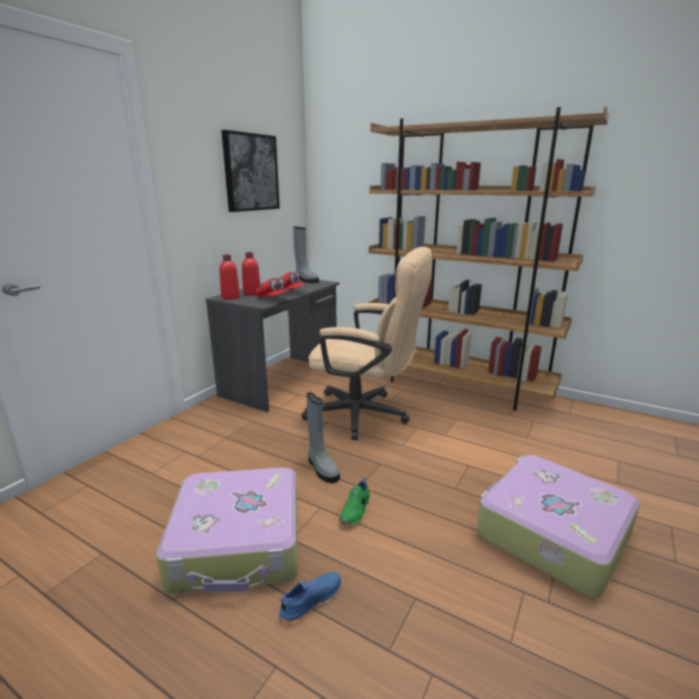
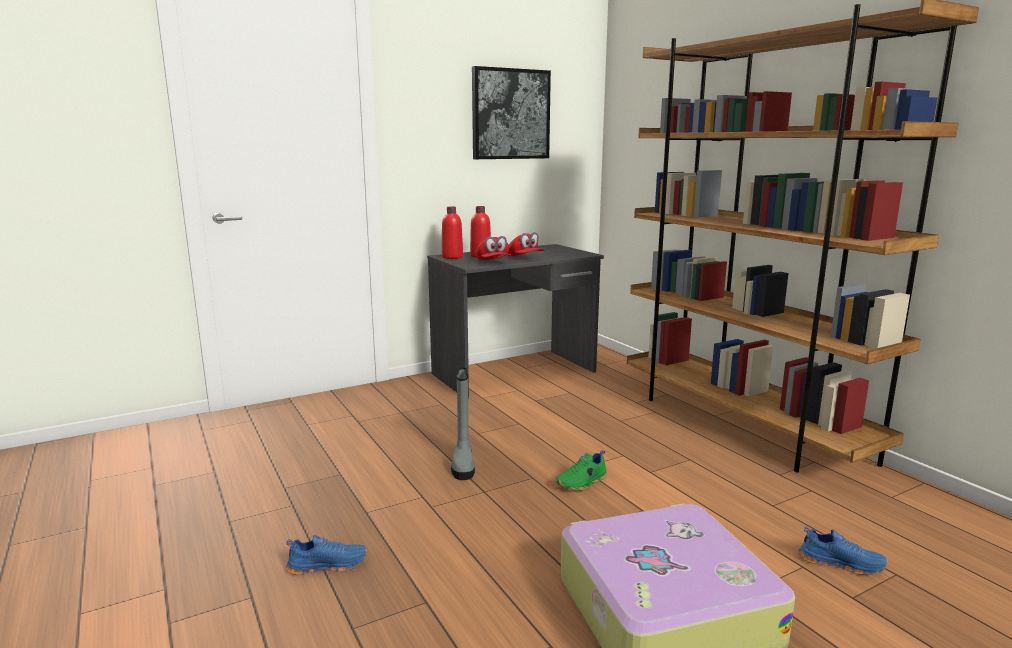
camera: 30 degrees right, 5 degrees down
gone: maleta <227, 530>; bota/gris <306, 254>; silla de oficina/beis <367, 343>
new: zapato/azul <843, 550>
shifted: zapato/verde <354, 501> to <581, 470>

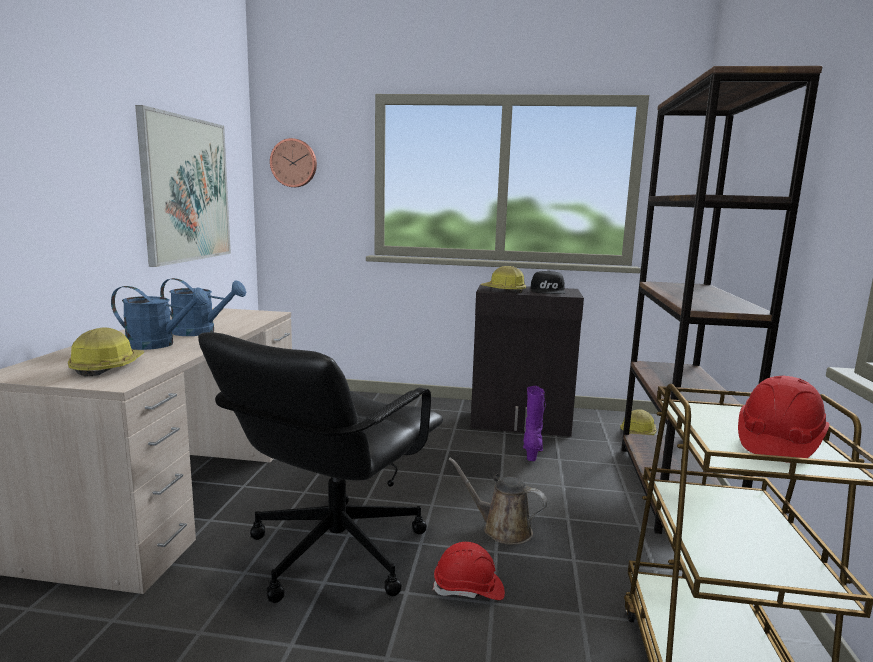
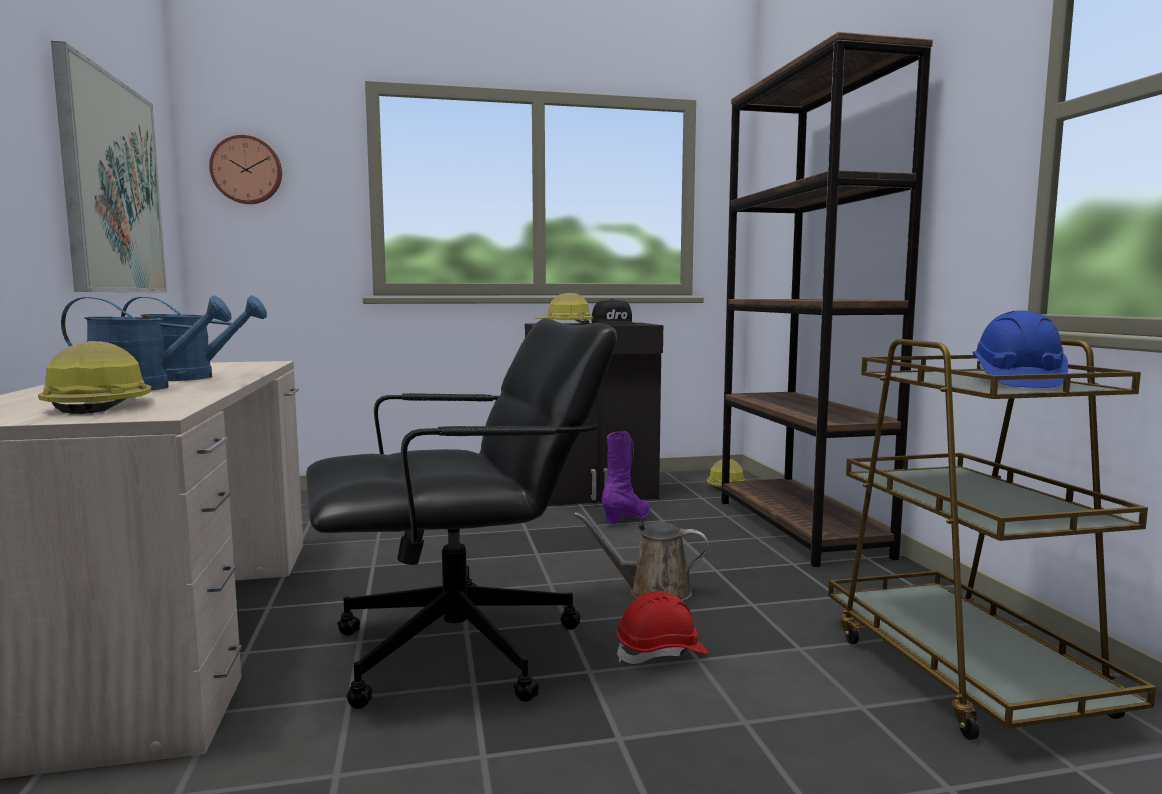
camera: 20 degrees left, 5 degrees down
repainted: casco/rojo <784, 419> to casco/azul <1020, 349>
rotated: silla de oficina/negro <320, 467> = <461, 513> 120 degrees counterclockwise; bota/morado <534, 423> = <626, 477> 45 degrees clockwise

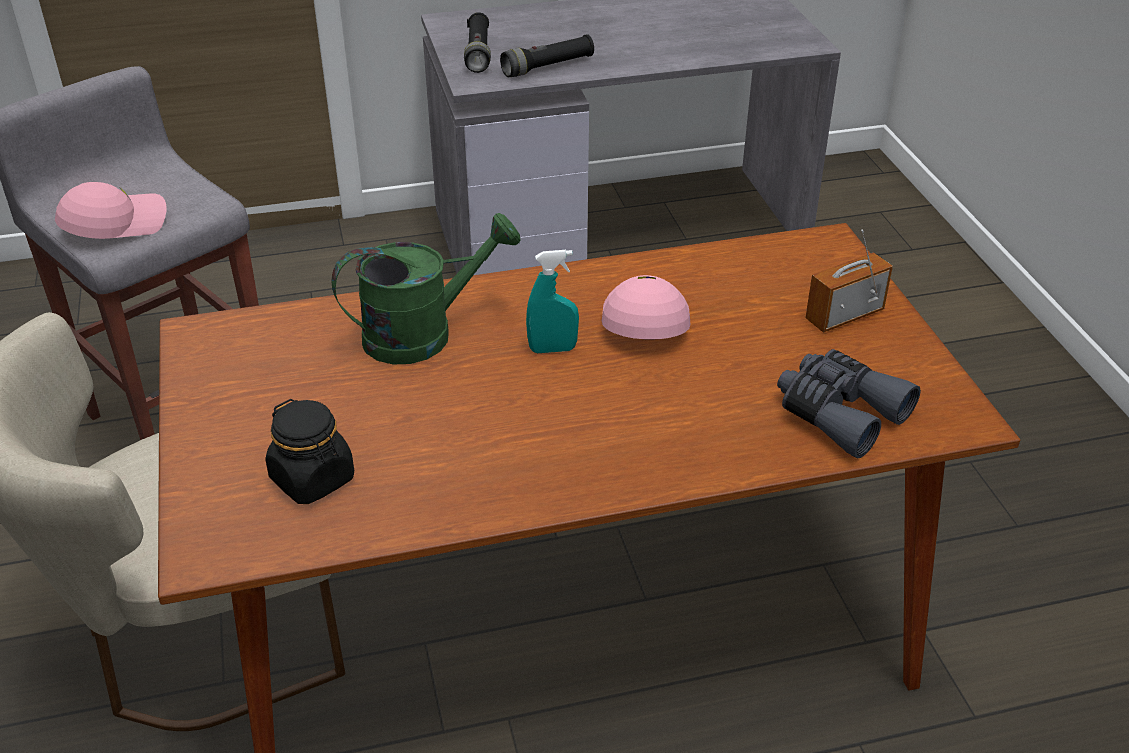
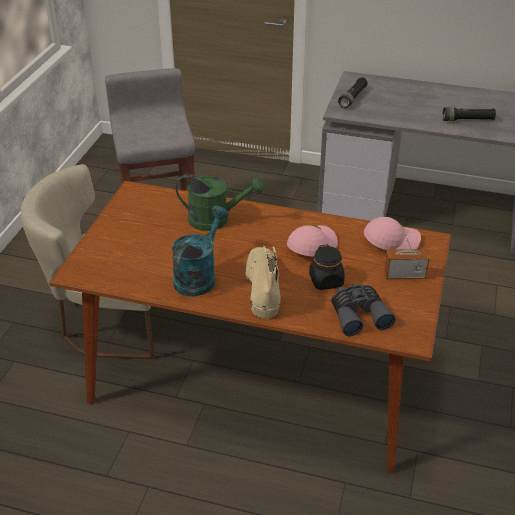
camera: 30 degrees right, 0 degrees up
gone: pulverizador/turquesa <552, 301>
new: regadera/turquesa <200, 251>; bota/beis <263, 282>
shifted: gorra/rosa <110, 210> to <392, 233>; tarro/negro <310, 451> to <327, 267>; linterna/negro <547, 55> to <469, 114>

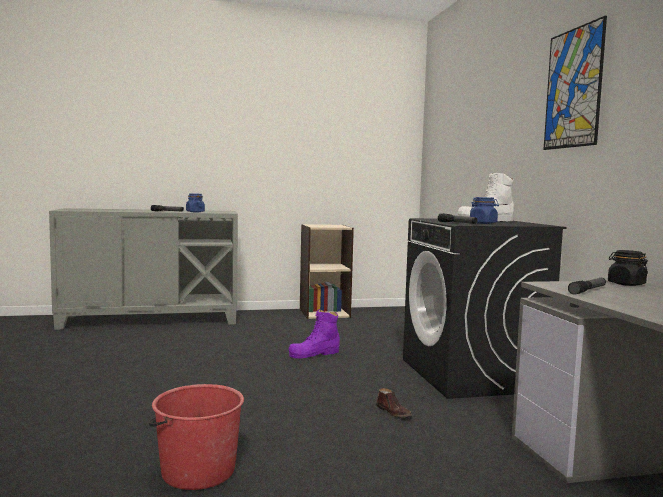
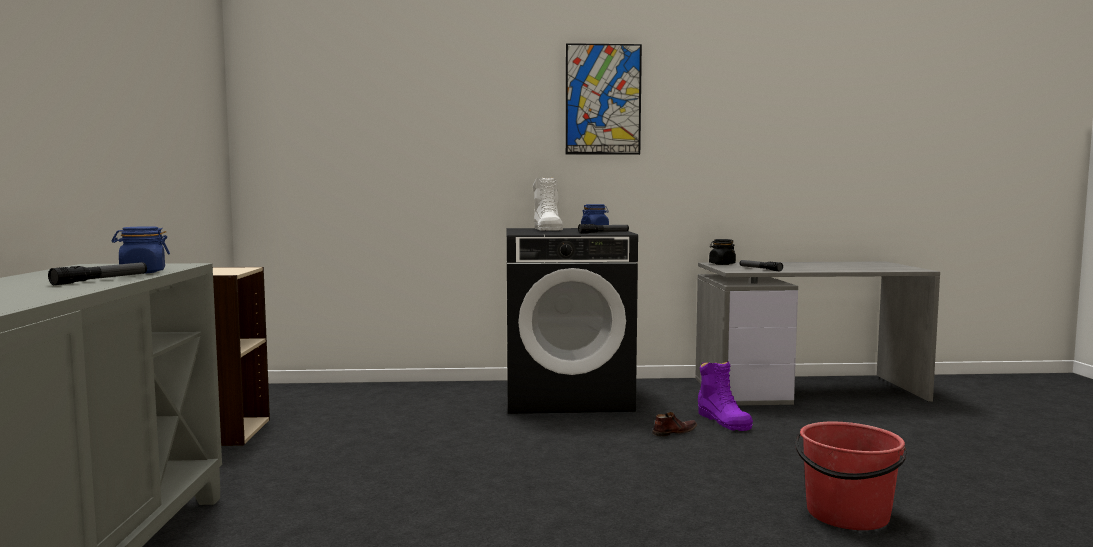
camera: 80 degrees left, 0 degrees up
shifted: bota/morado <314, 334> to <725, 396>

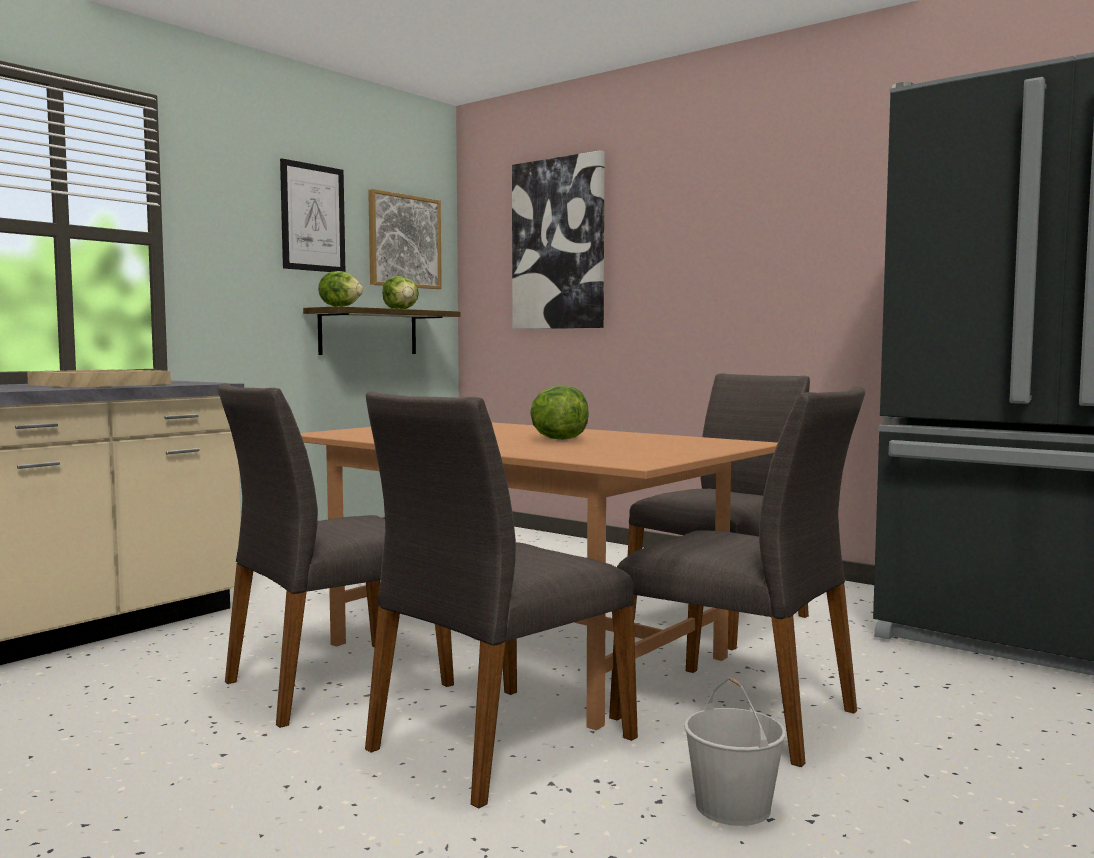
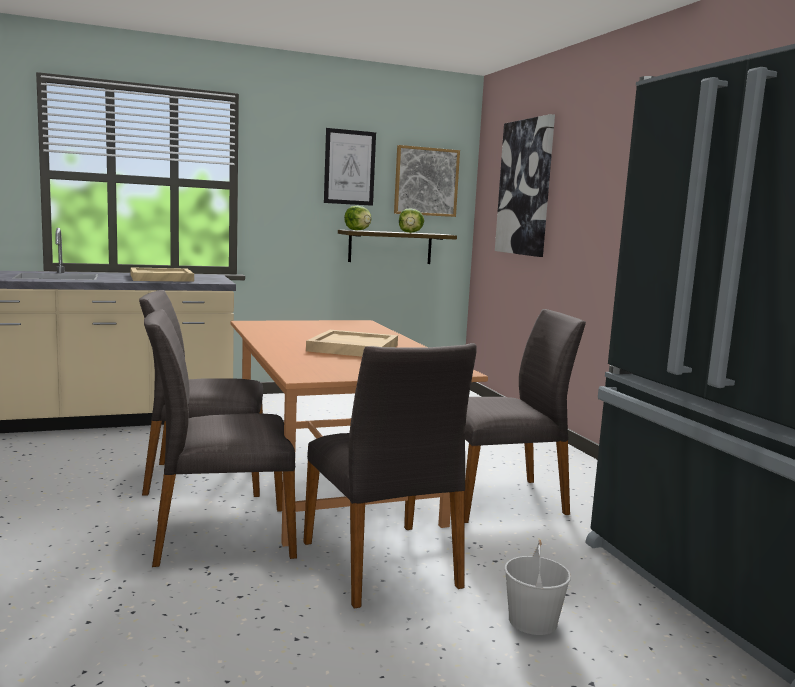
camera: 30 degrees right, 5 degrees up
shifted: cubo/blanco <735, 752> to <538, 587>
swapped: lechuga <559, 412> to bandeja/beis <352, 343>

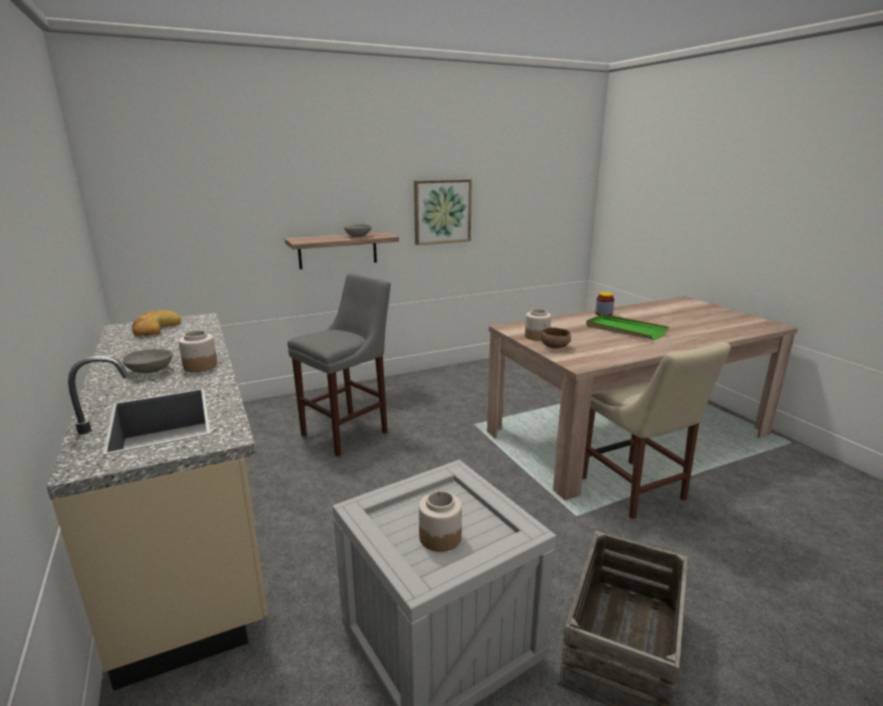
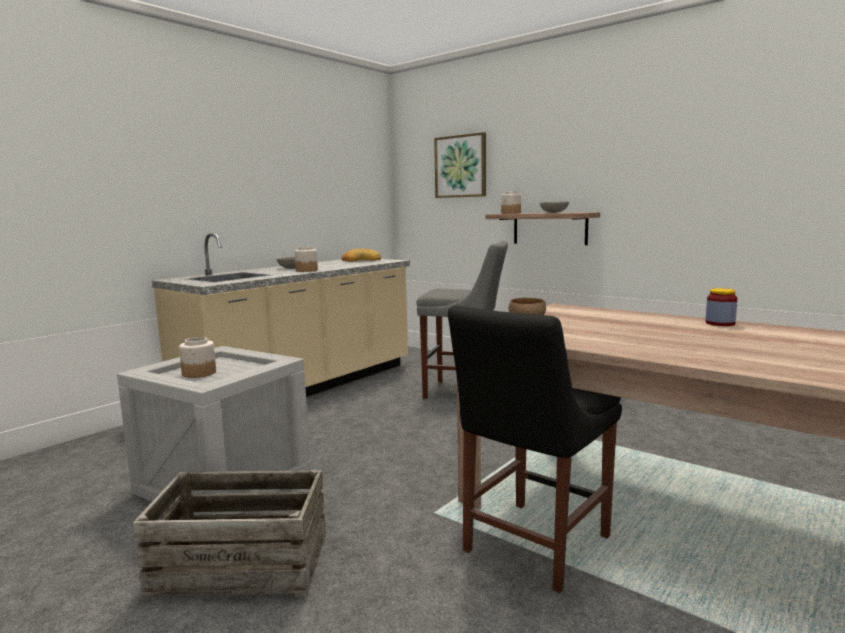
camera: 65 degrees right, 10 degrees down
gone: bandeja/verde <627, 327>
shifted: cuadro <443, 212> to <460, 165>; tarro <538, 325> to <511, 202>
repainted: silla/beis <656, 430> to silla/negro <535, 449>

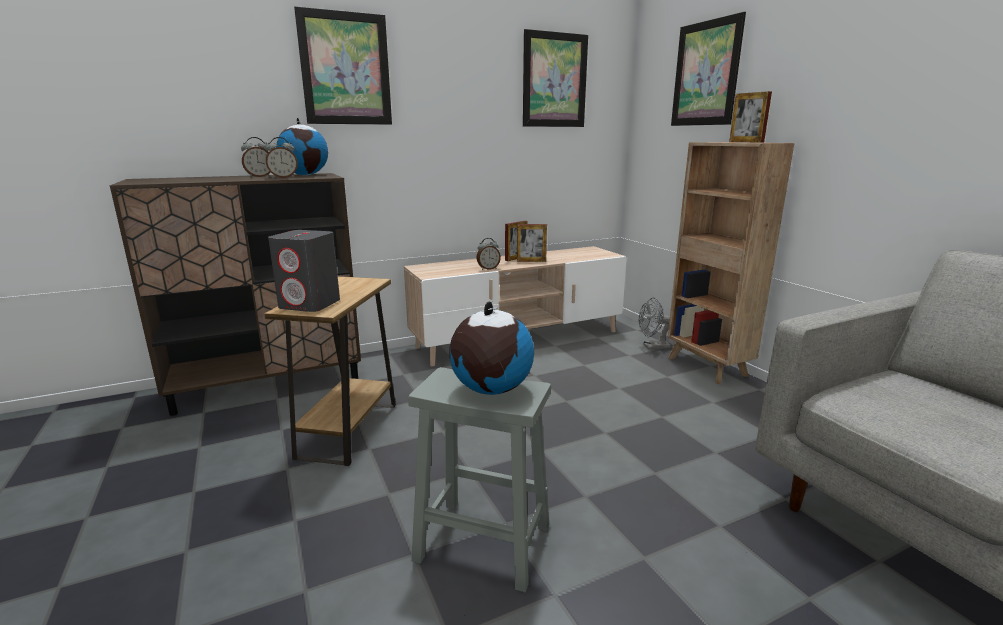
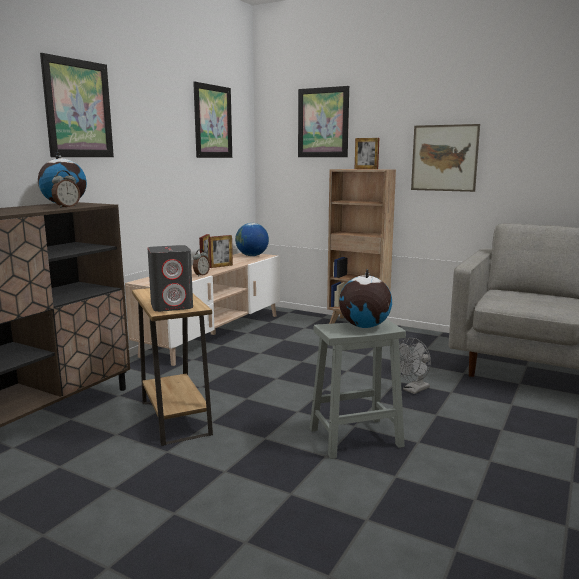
camera: 35 degrees left, 5 degrees down
gone: despertador <255, 157>
new: globo terráqueo <252, 239>; cuadro <445, 158>
shifted: ventilador/gris <655, 323> to <415, 366>

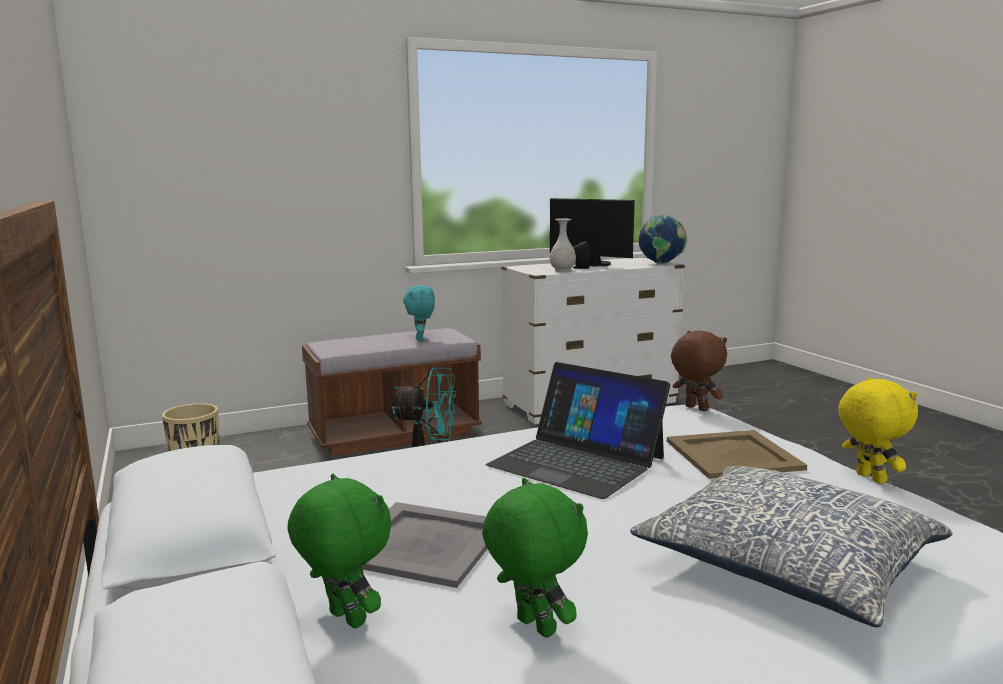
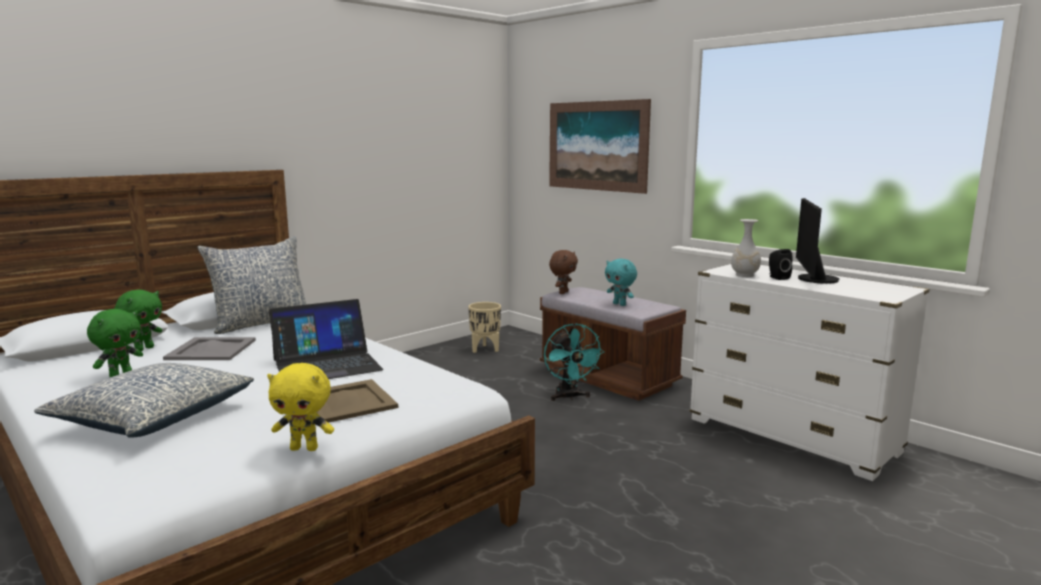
camera: 70 degrees right, 0 degrees up
gone: globo terráqueo <663, 239>
new: cojín <252, 285>; cuadro <600, 146>
shifted: peluche/marrón <699, 371> to <563, 272>
rotated: peluche/turquesa <419, 313> = <621, 282> 105 degrees counterclockwise; portátil <578, 430> = <326, 339> 135 degrees counterclockwise; peluche/amarillo <878, 430> = <300, 407> 45 degrees clockwise

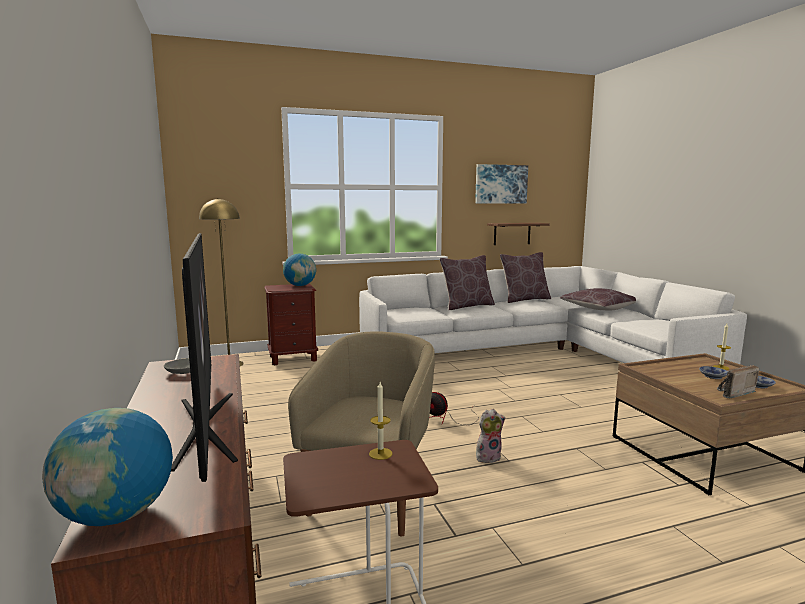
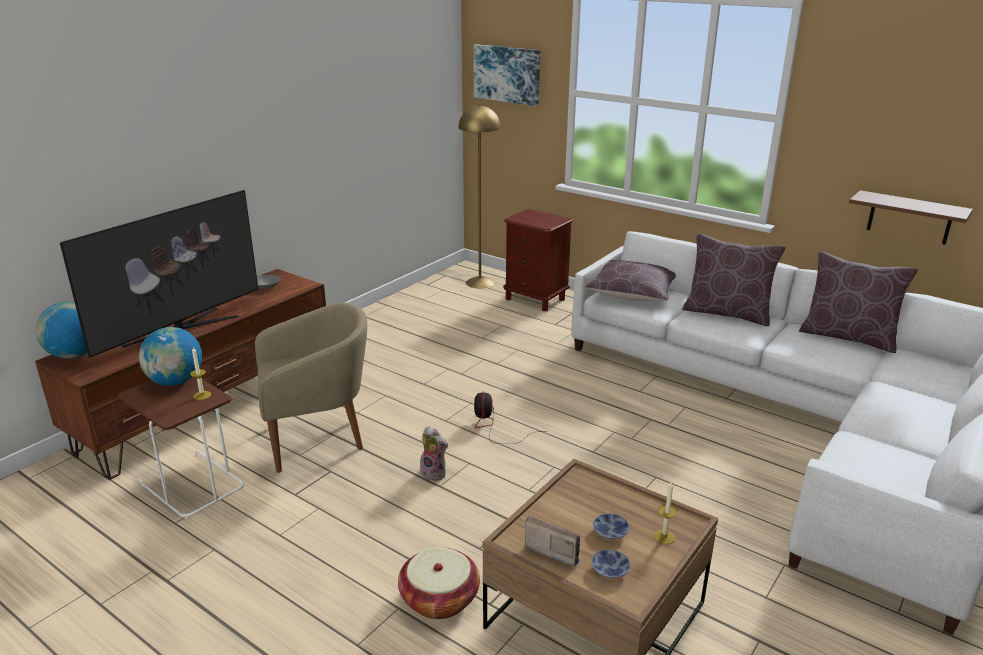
camera: 55 degrees right, 15 degrees up
new: cesta <439, 583>
shifted: globo terráqueo <299, 270> to <170, 356>; cuadro <501, 184> to <506, 75>; cojín/marrón <598, 299> to <630, 280>

